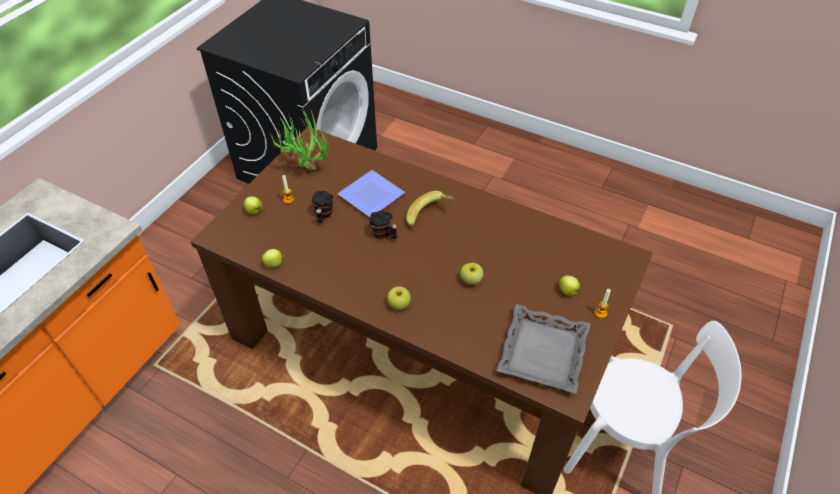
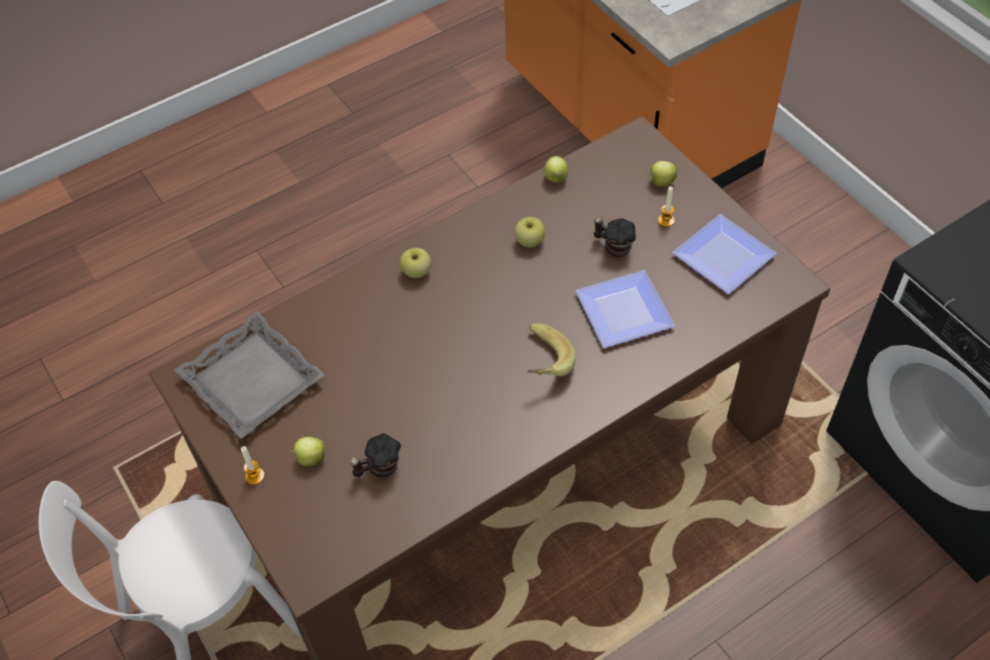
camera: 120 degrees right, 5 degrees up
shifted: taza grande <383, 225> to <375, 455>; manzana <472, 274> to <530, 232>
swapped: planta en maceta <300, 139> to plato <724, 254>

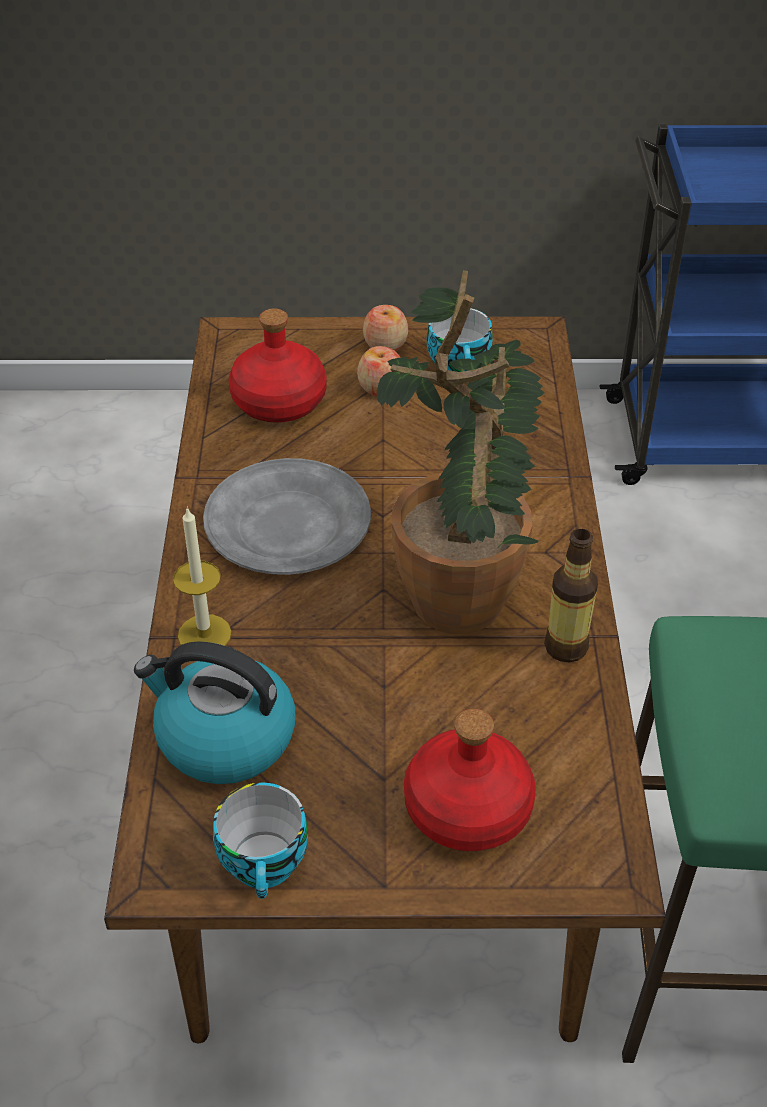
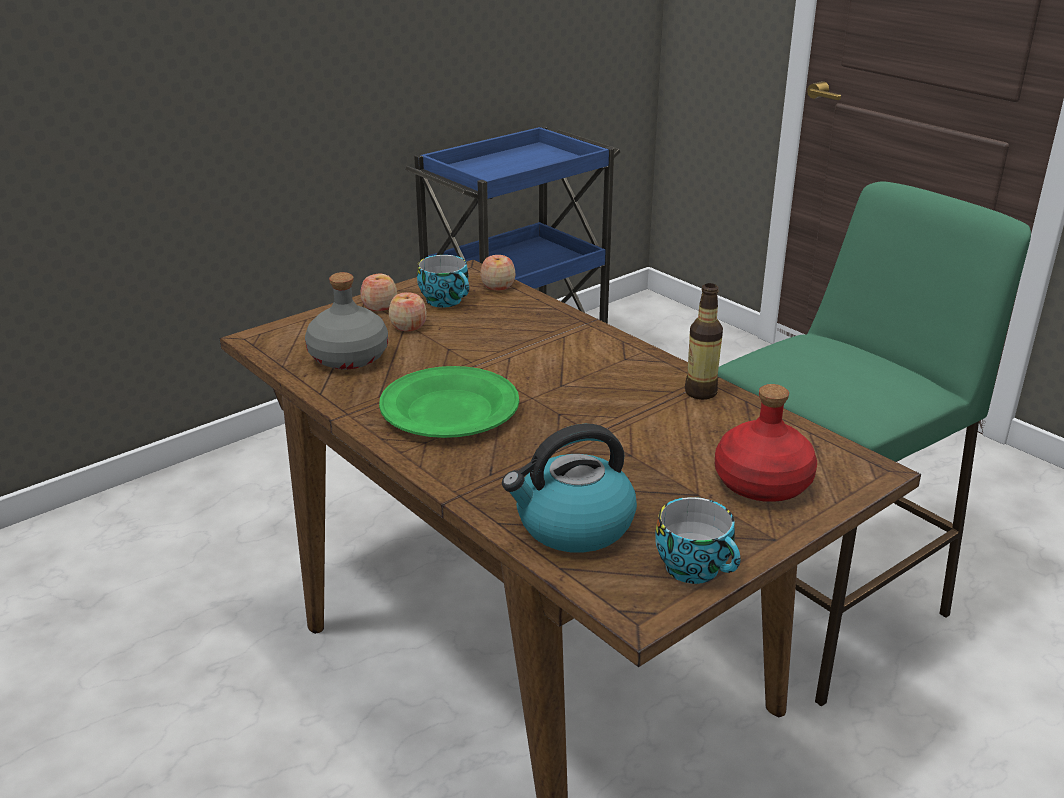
camera: 40 degrees left, 15 degrees down
gone: vela <202, 576>; planta en maceta <460, 452>
new: manzana <497, 272>
repainted: plato/gris <287, 516> to plato/verde <449, 402>; botella/rojo <278, 365> to botella/gris <346, 320>

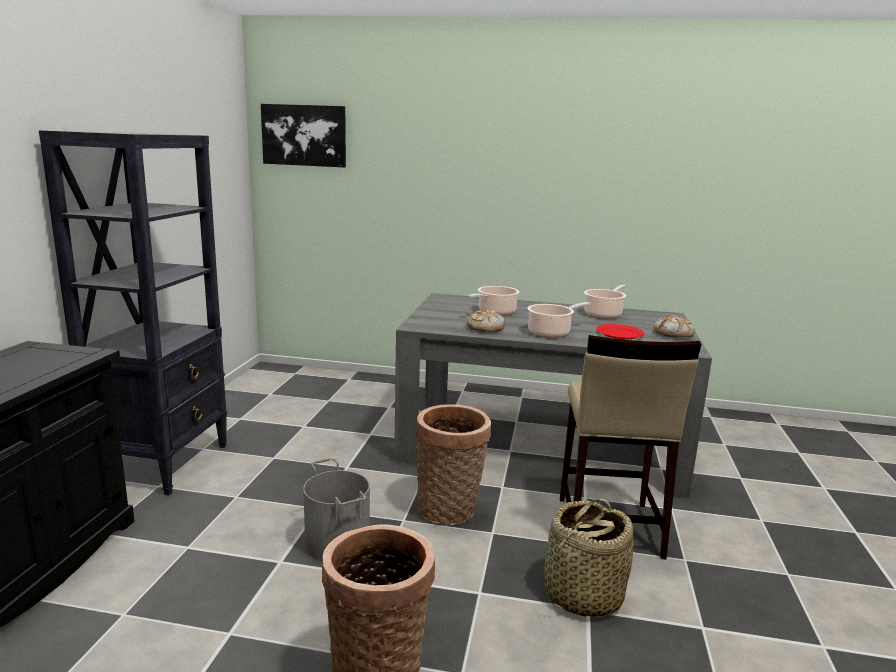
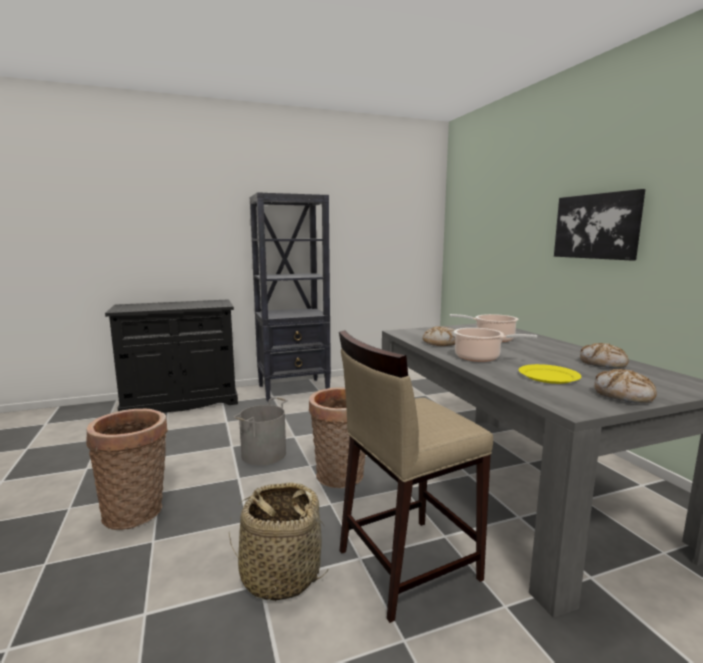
camera: 60 degrees right, 5 degrees down
shifted: cuadro <303, 135> to <599, 225>
swapped: olla <605, 301> to pan <604, 355>
repainted: plato/rojo <620, 331> to plato/amarillo <550, 374>

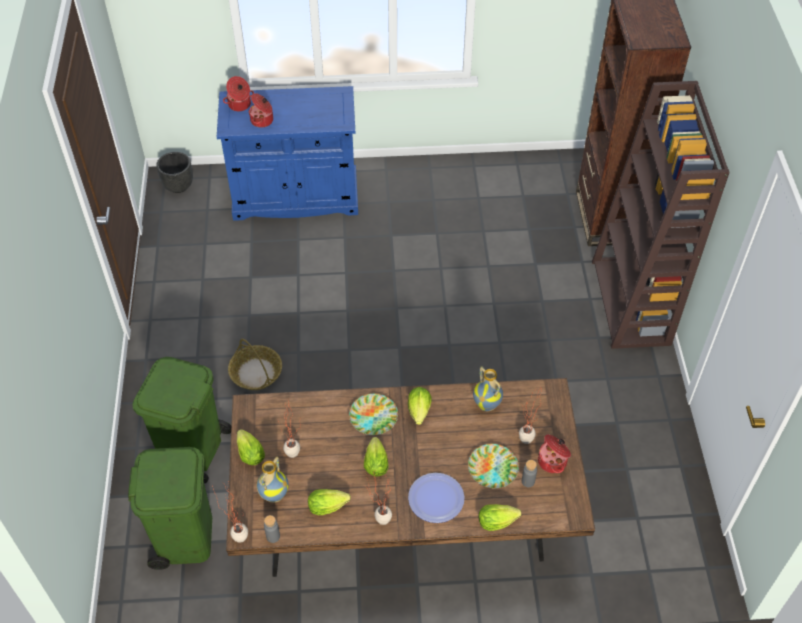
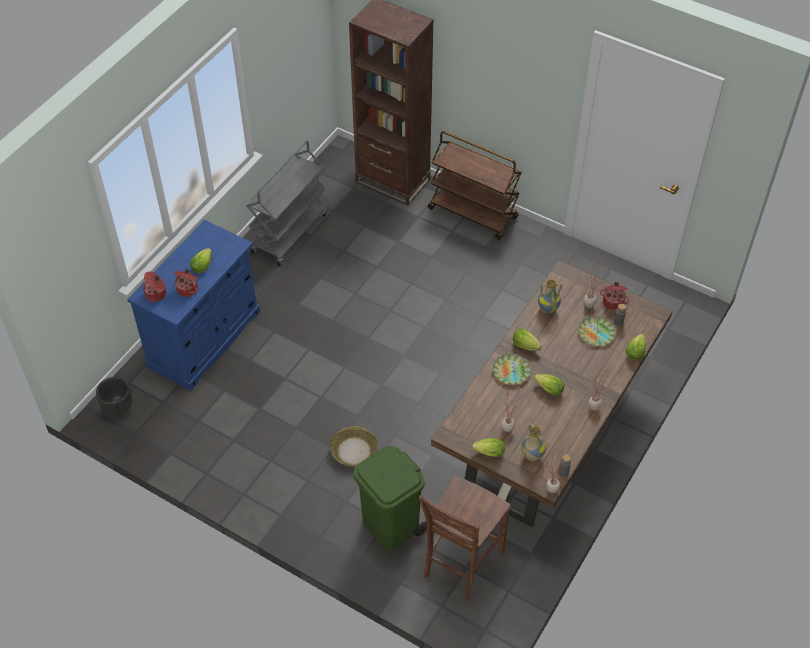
camera: 55 degrees left, 0 degrees up
gone: plato <436, 498>
new: carrito/gris <287, 203>
shifted: lechuga <329, 502> to <200, 260>
swapped: papelera/verde <170, 508> to silla/marrón <465, 538>; estantería/marrón <661, 215> to carrito/marrón <475, 185>

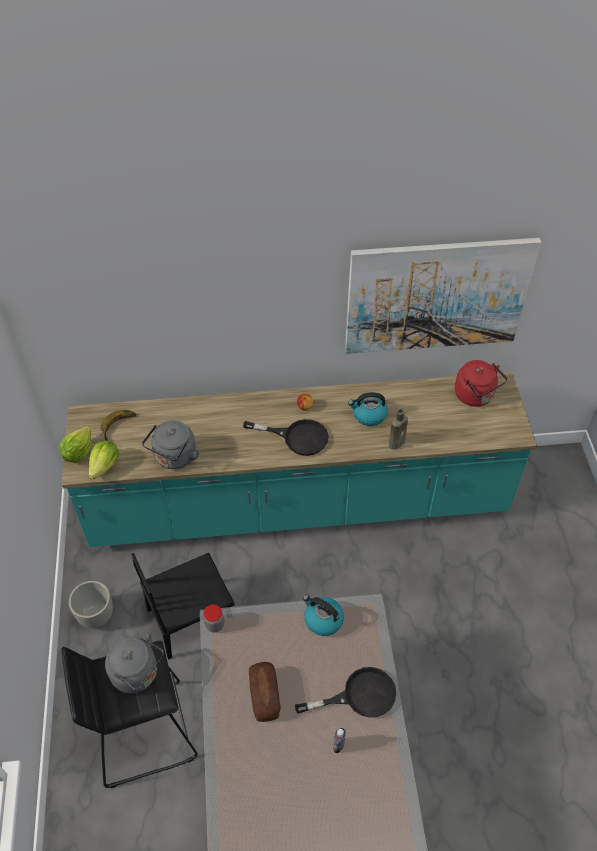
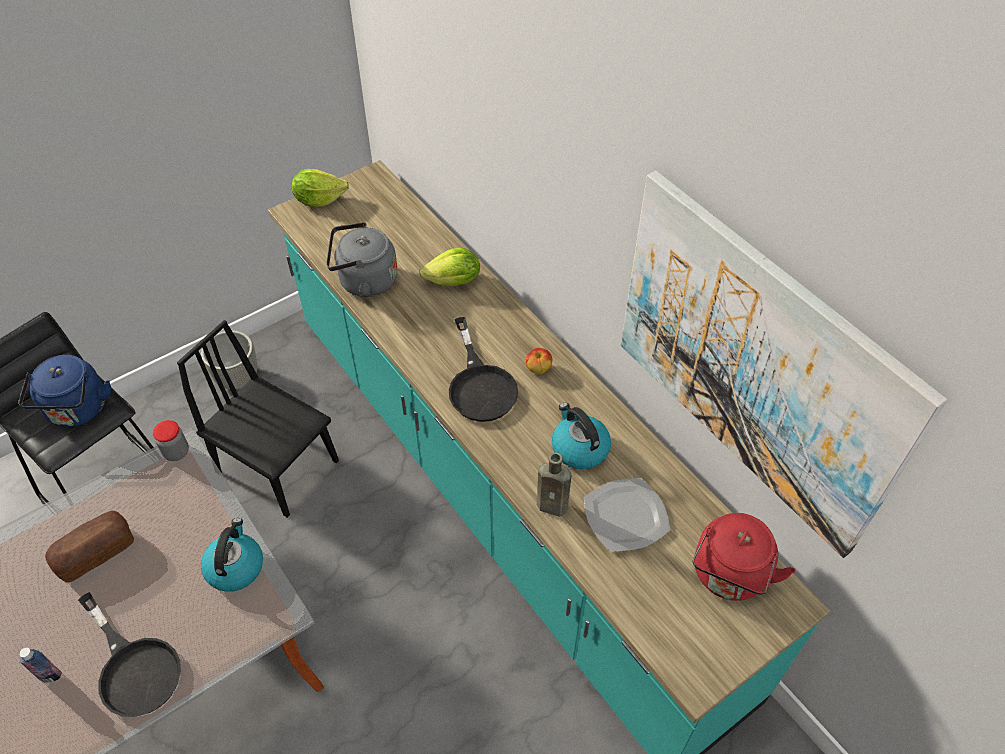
camera: 60 degrees right, 0 degrees up
gone: plátano <118, 425>
new: plato <627, 515>
shifted: lechuga <104, 460> to <449, 267>
repainted: hervidor/gris <134, 662> to hervidor/azul <64, 391>

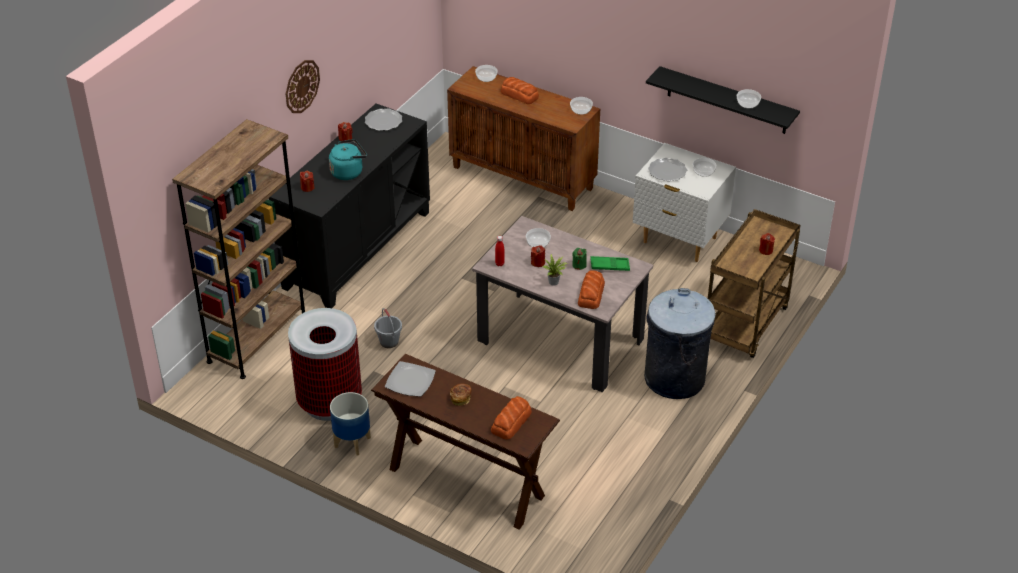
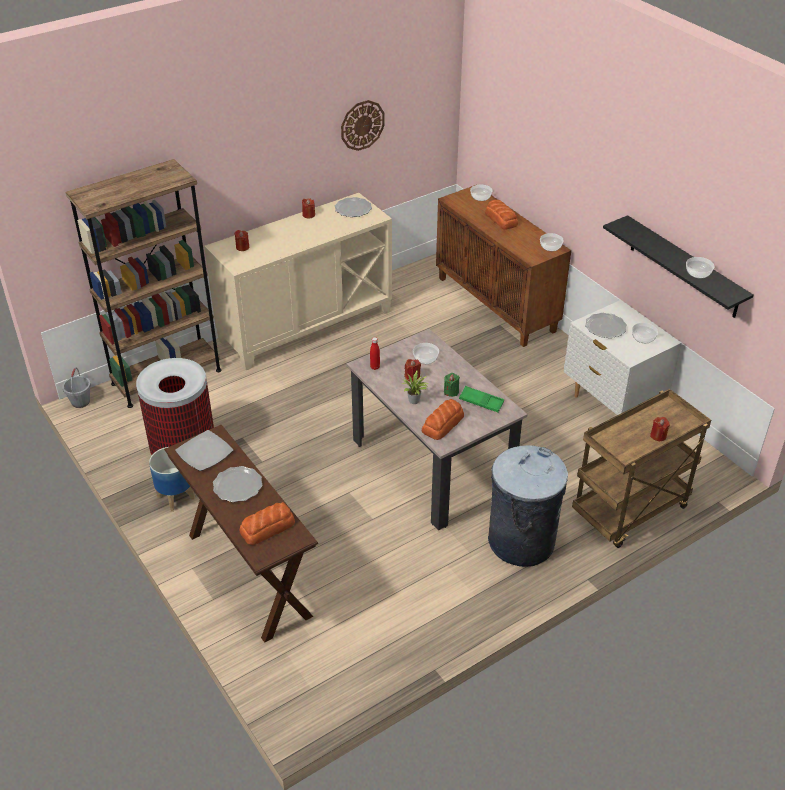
camera: 25 degrees right, 0 degrees up
gone: hervidor/turquesa <348, 159>
shifted: reloj de pared <303, 86> to <363, 125>; cubo/gris <388, 328> to <76, 388>
swapped: pan <461, 394> to plato <237, 484>
repainted: armario/negro <349, 205> to armario/beis <298, 281>

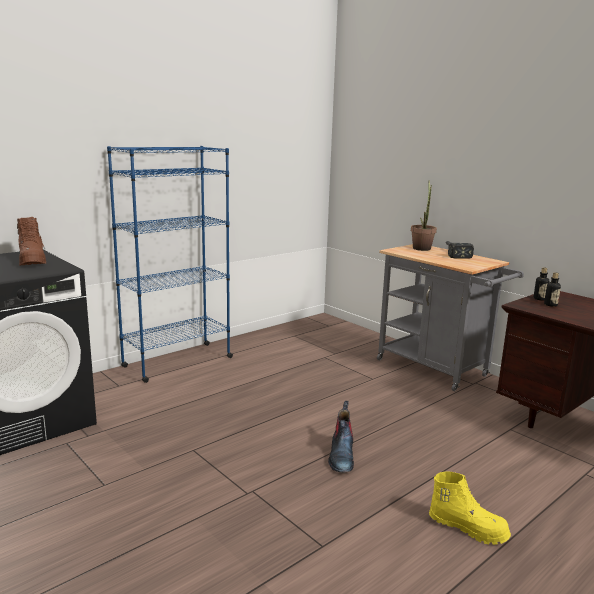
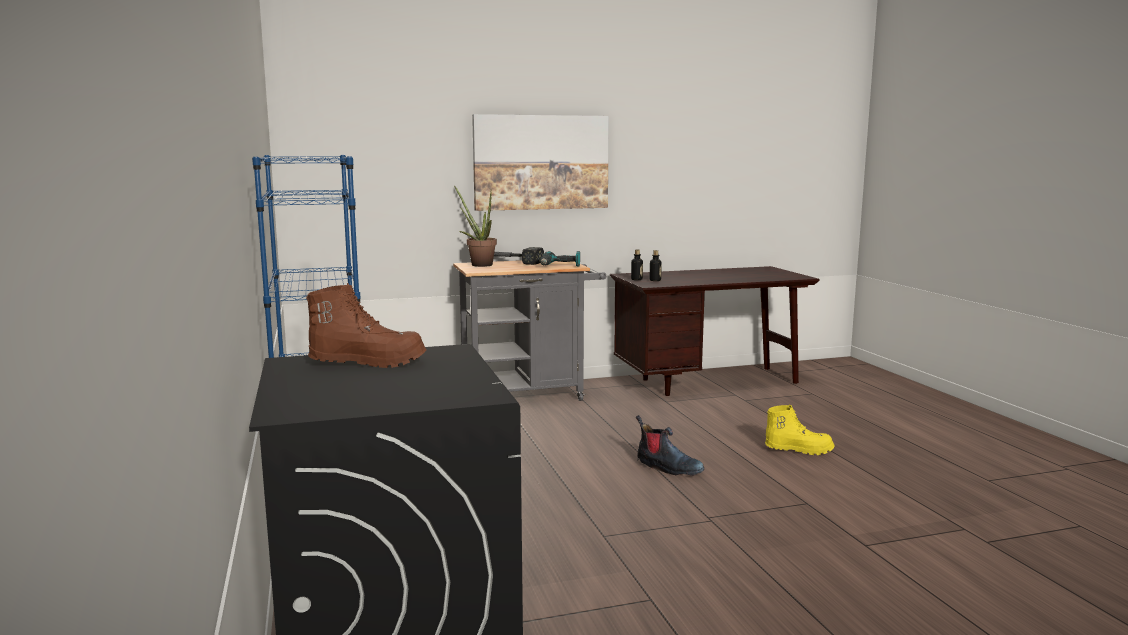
camera: 65 degrees left, 5 degrees down
new: cuadro <540, 162>; taladro <560, 258>
rotated: bota/amarillo <470, 508> = <800, 430> 45 degrees clockwise

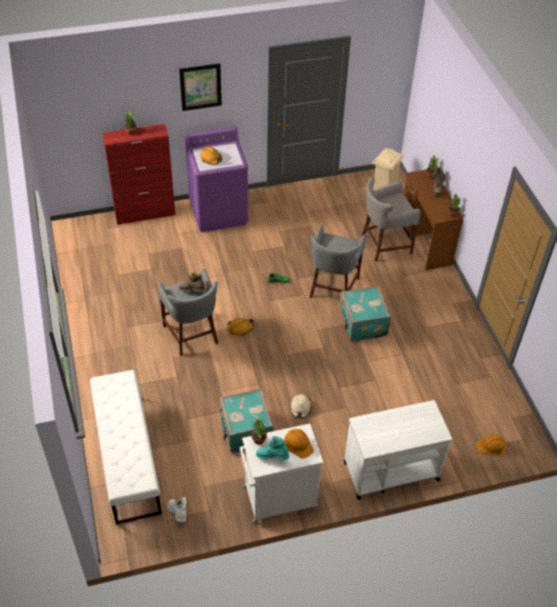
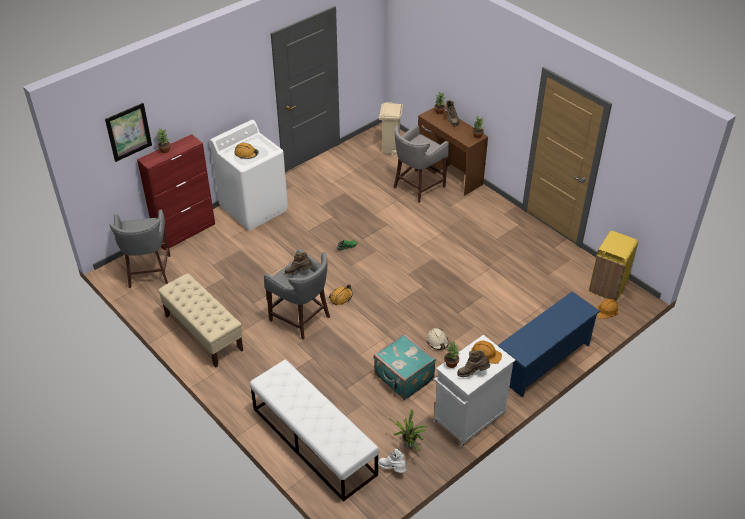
camera: 25 degrees left, 5 degrees down
gone: maleta/turquesa <365, 314>
new: banco/beis <200, 320>; planta en maceta <408, 430>; papelera/amarillo <613, 266>
shifted: cuadro <200, 87> to <128, 132>; taburete/gris <337, 261> to <139, 249>
swapped: carrito/blanco <398, 450> to zapatero/azul <548, 345>
repainted: lavadora/morado <216, 179> to lavadora/blanco <249, 175>; bota/turquesa <272, 448> to bota/marrón <473, 363>

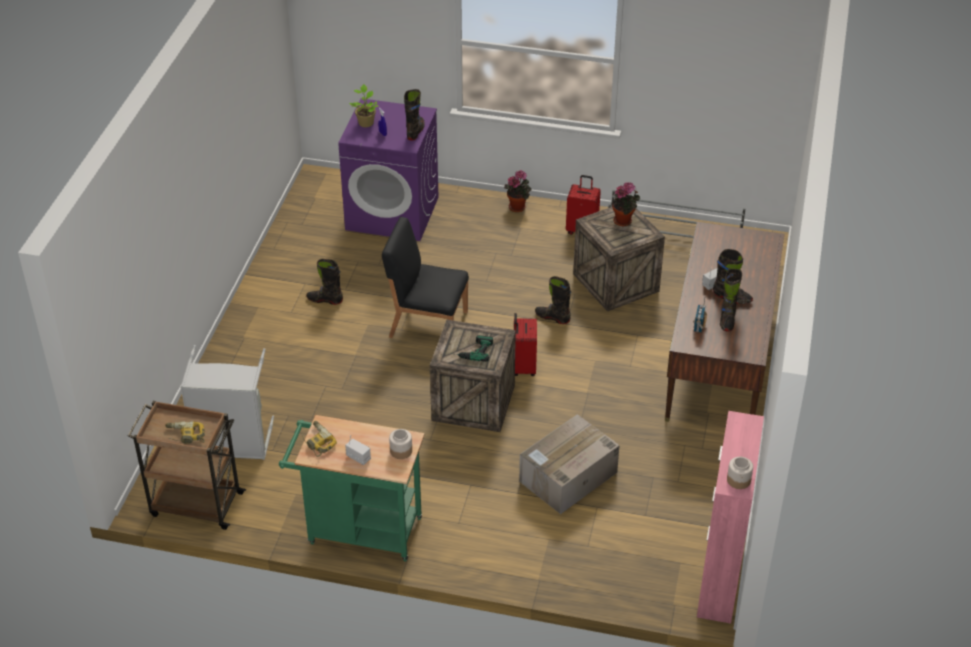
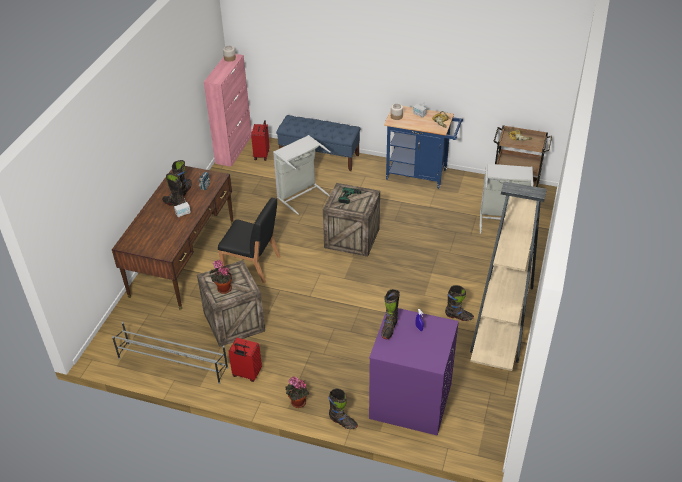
camera: 175 degrees left, 0 degrees up
gone: planta en maceta <363, 105>
new: banco/azul <318, 143>; estantería/beis <508, 276>
shifted: silla/negro <425, 277> to <249, 240>; maleta/rojo <525, 344> to <260, 140>; bota/negro <553, 300> to <343, 408>
swapped: caja de cartón <569, 464> to cesto de la ropa/gris <302, 175>
repainted: carrito/verde <352, 488> to carrito/azul <423, 147>

